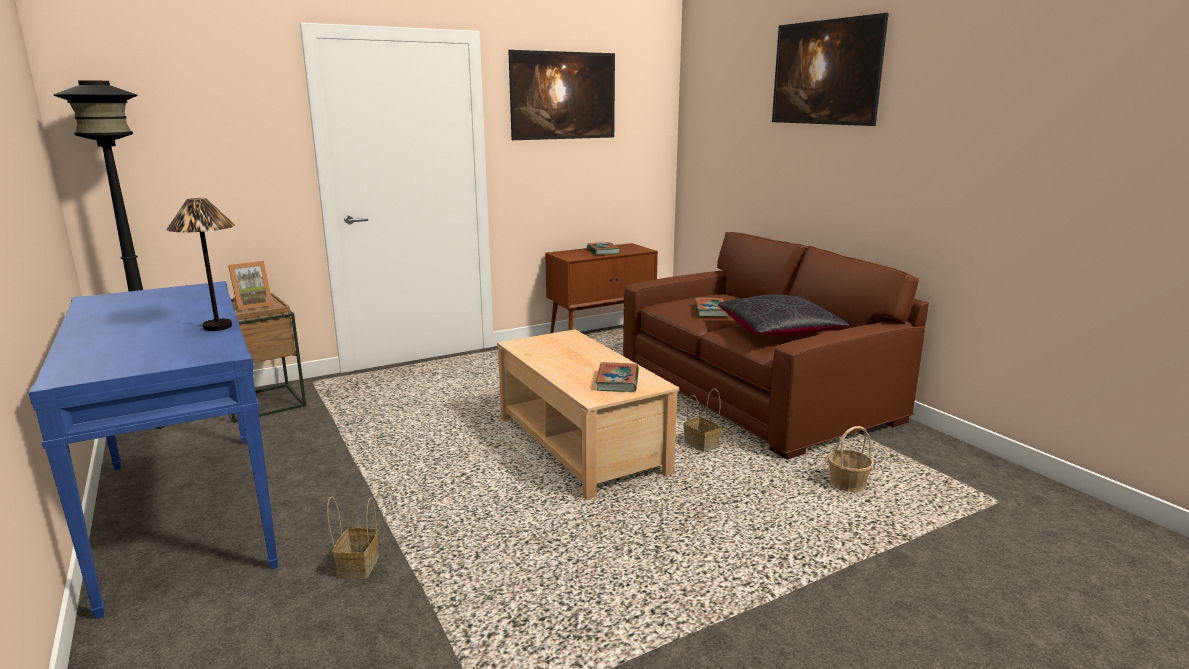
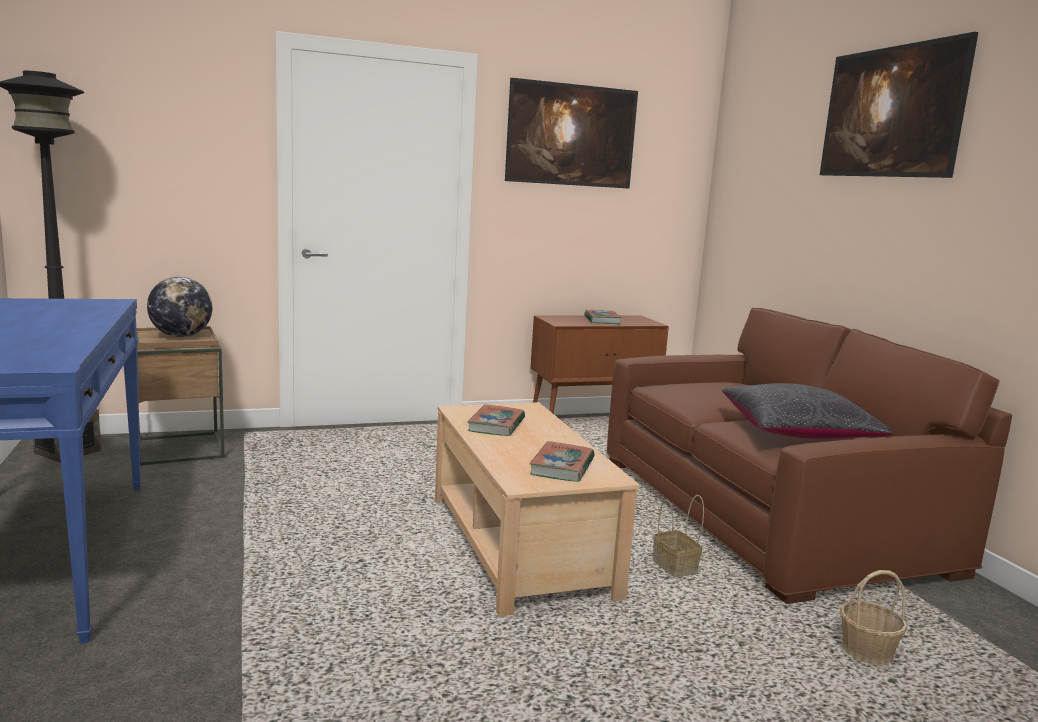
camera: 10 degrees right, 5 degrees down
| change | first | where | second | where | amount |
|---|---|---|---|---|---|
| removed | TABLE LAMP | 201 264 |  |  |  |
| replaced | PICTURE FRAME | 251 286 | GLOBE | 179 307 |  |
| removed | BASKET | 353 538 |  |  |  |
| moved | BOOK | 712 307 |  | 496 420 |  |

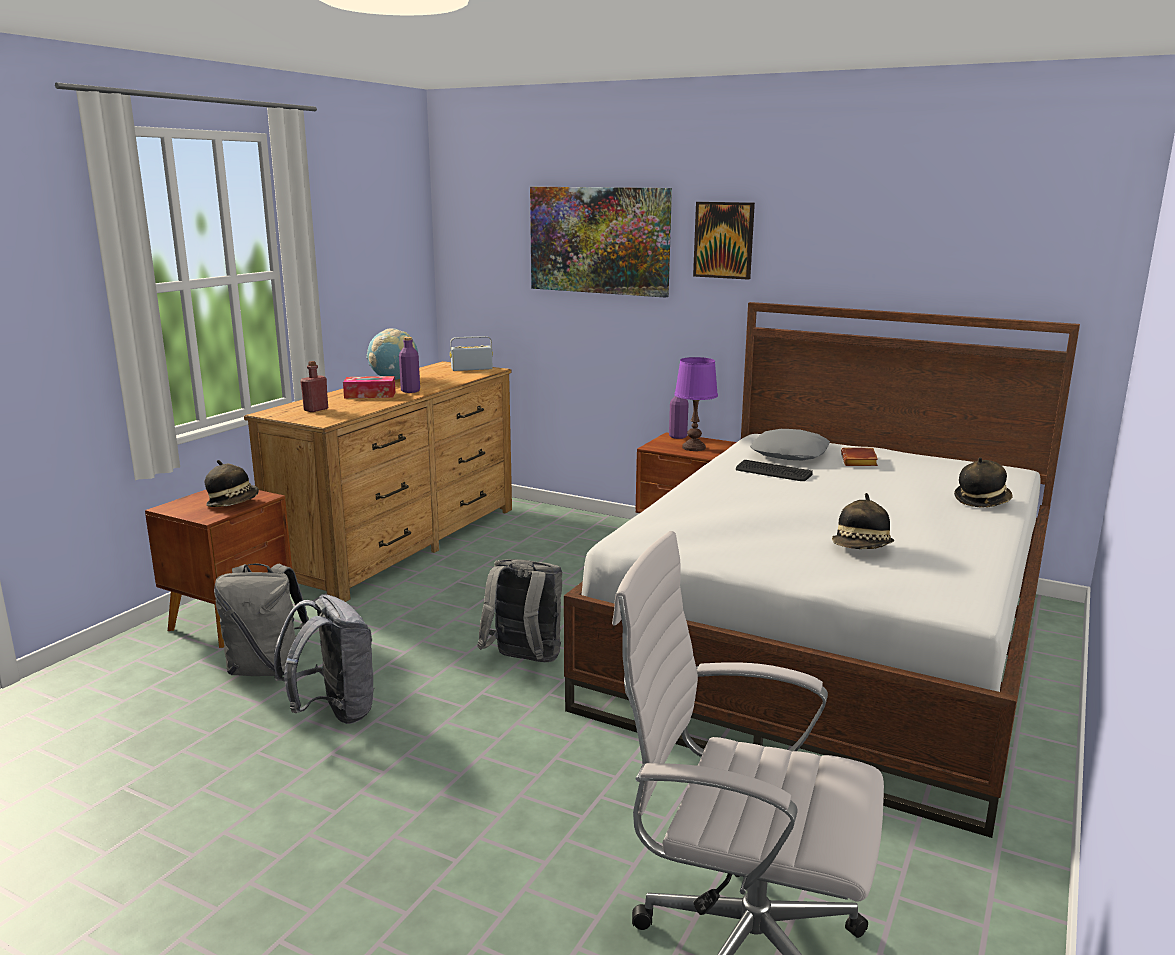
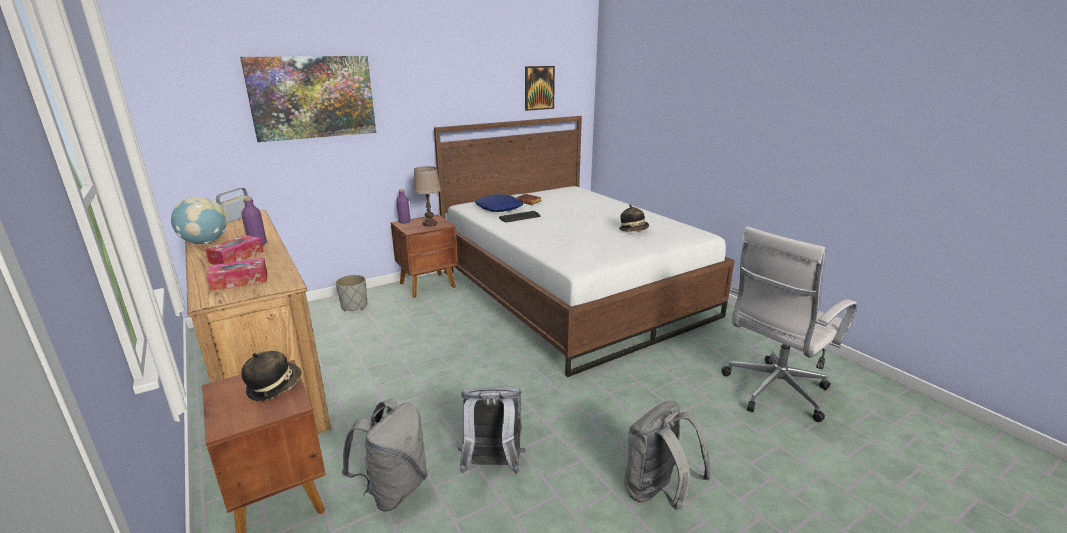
camera: 60 degrees left, 5 degrees up
| change | first | where | second | where | amount |
|---|---|---|---|---|---|
| replaced | RED BOTTLE | 314 386 | TISSUE BOX | 236 274 |  |
| moved | GREY BACKPACK | 519 610 |  | 667 455 |  |
| recoloured | PURPLE TABLE LAMP | 696 404 | BROWN TABLE LAMP | 427 196 |  |
| moved | PICTURE | 724 241 |  | 540 88 |  |
| recoloured | GREY PILLOW | 790 444 | BLUE PILLOW | 499 203 |  |
| removed | HAT | 983 482 |  |  |  |
| added |  |  | GREY PLANTER | 351 293 |  |

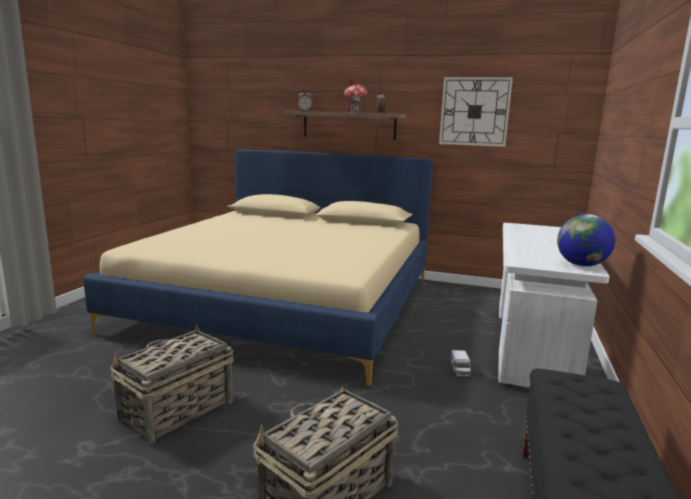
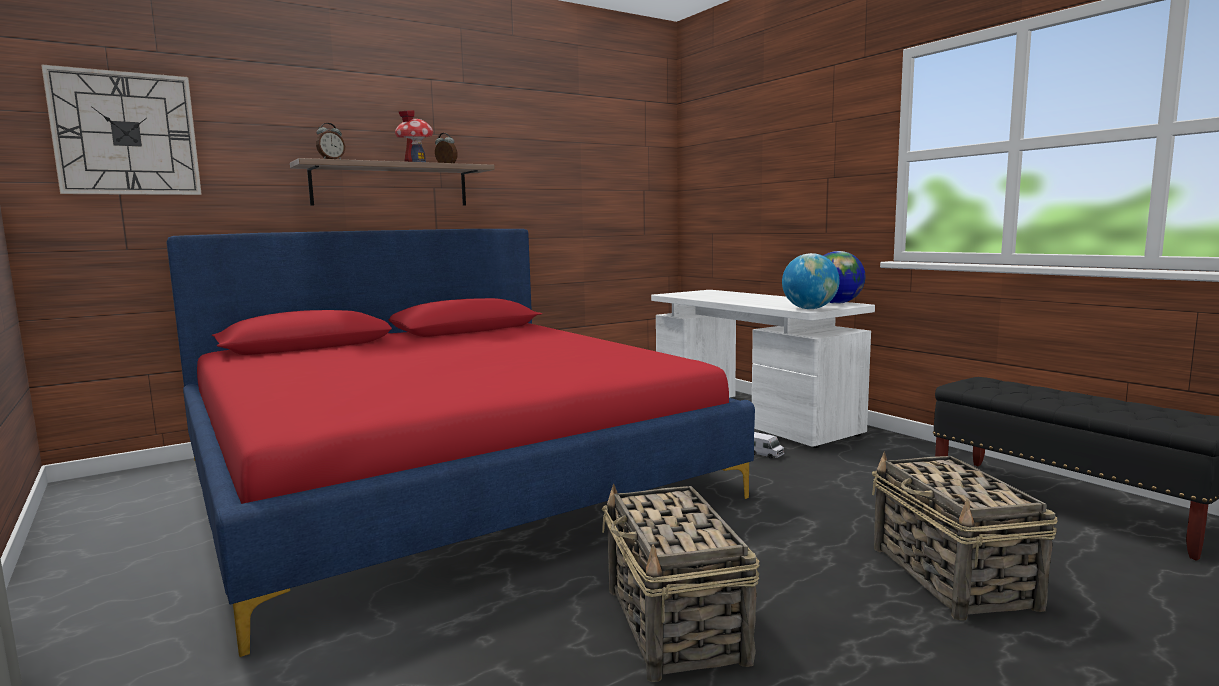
camera: 50 degrees left, 5 degrees down
| change | first | where | second | where | amount |
|---|---|---|---|---|---|
| recoloured | BEIGE BED | 258 267 | RED BED | 460 443 |  |
| moved | WALL CLOCK | 476 112 |  | 121 129 |  |
| added |  |  | GLOBE | 810 281 |  |

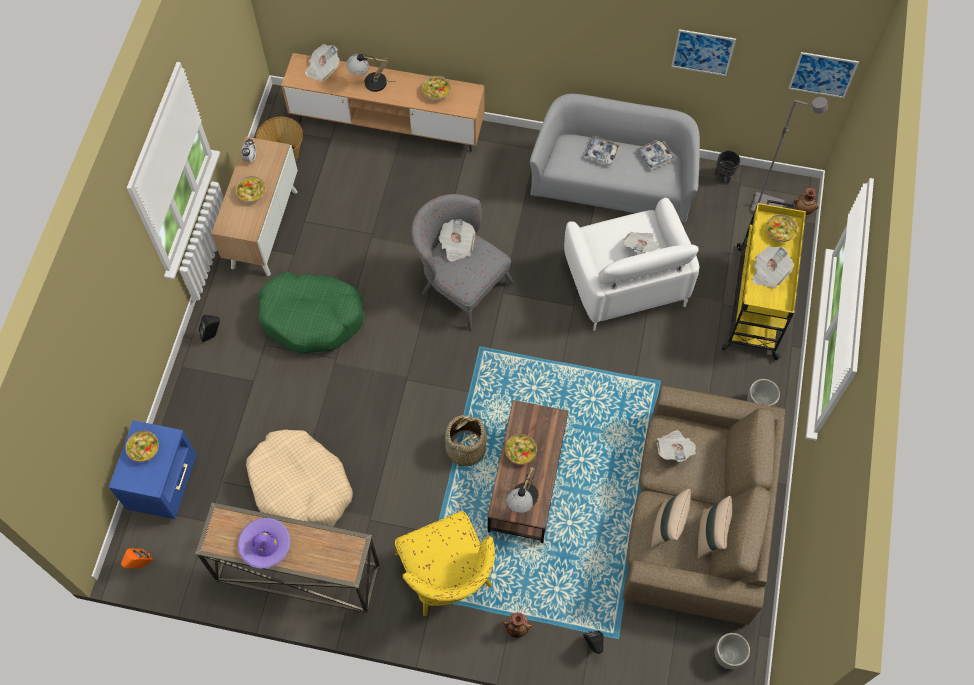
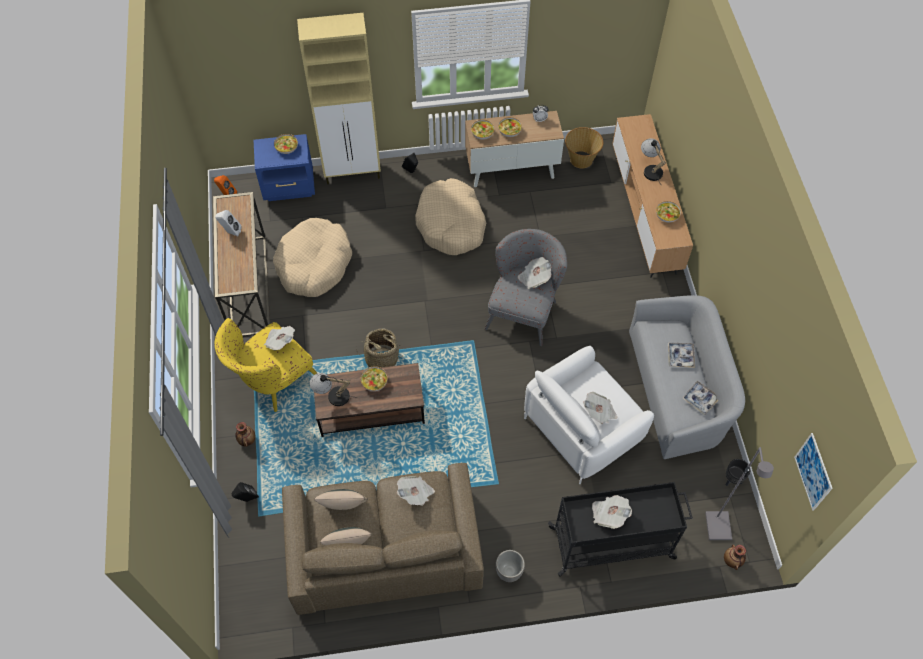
camera: 70 degrees right, 5 degrees down
| change | first | where | second | where | amount |
|---|---|---|---|---|---|
| replaced | PURPLE HAT | 264 543 | WHITE SPEAKER | 228 223 |  |
| recoloured | GREEN DOG BED | 310 312 | BEIGE DOG BED | 450 216 |  |
| moved | NEWSPAPER | 322 63 |  | 279 338 |  |
| removed | PICTURE | 703 52 |  |  |  |
| removed | PLANTER | 732 651 |  |  |  |
| recoloured | YELLOW CART | 764 280 | BLACK CART | 620 529 |  |
| moved | BOWL | 781 228 |  | 483 129 |  |
| added |  |  | BEIGE CABINET | 339 98 |  |

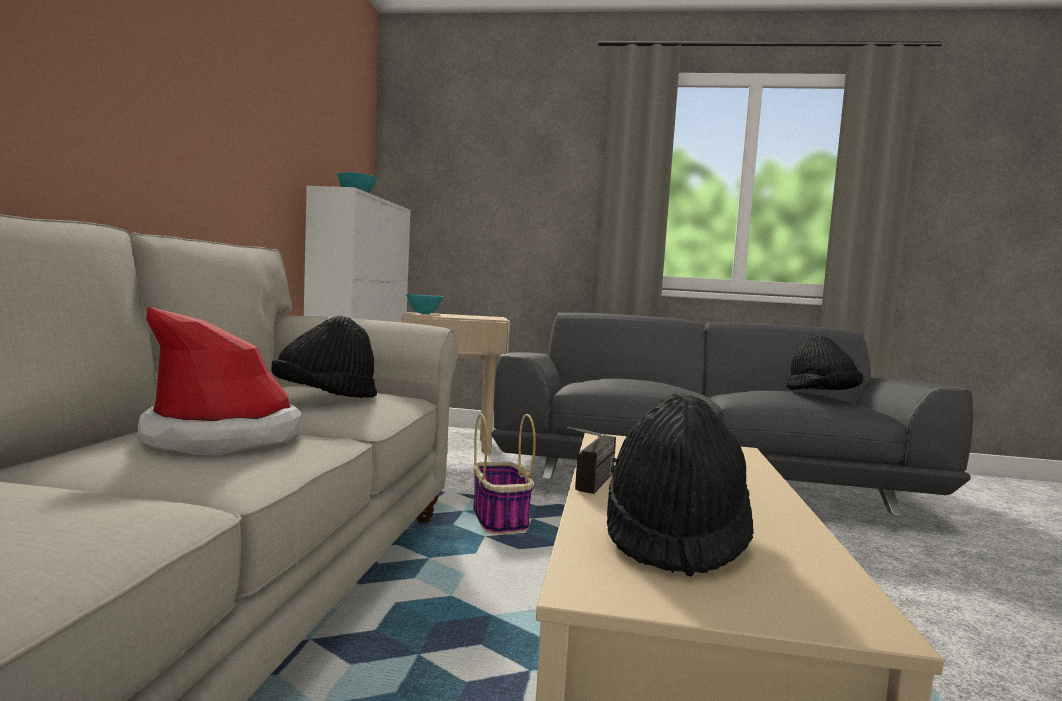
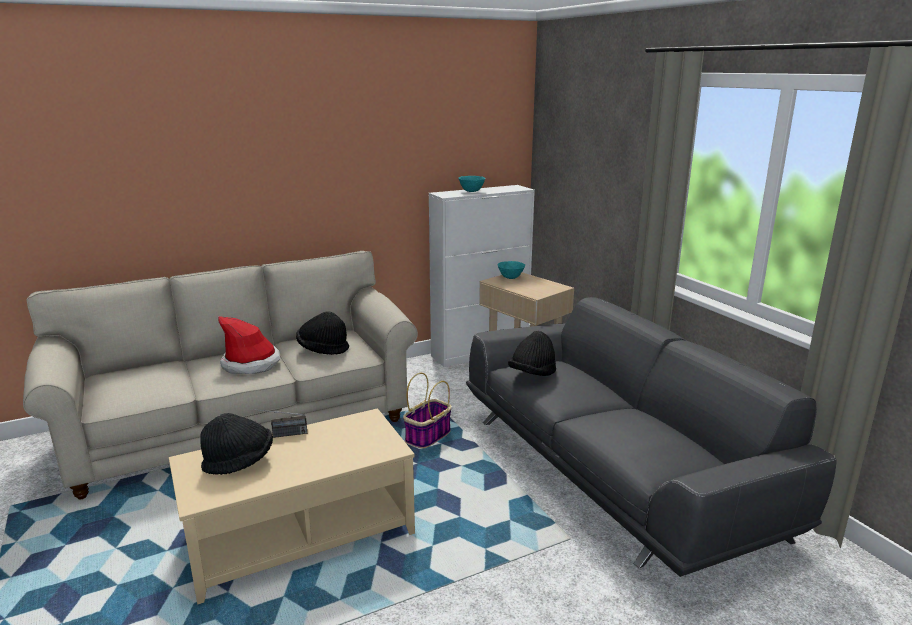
camera: 55 degrees right, 15 degrees up
| change | first | where | second | where | amount |
|---|---|---|---|---|---|
| moved | BLACK HAT | 825 363 |  | 532 353 |  |

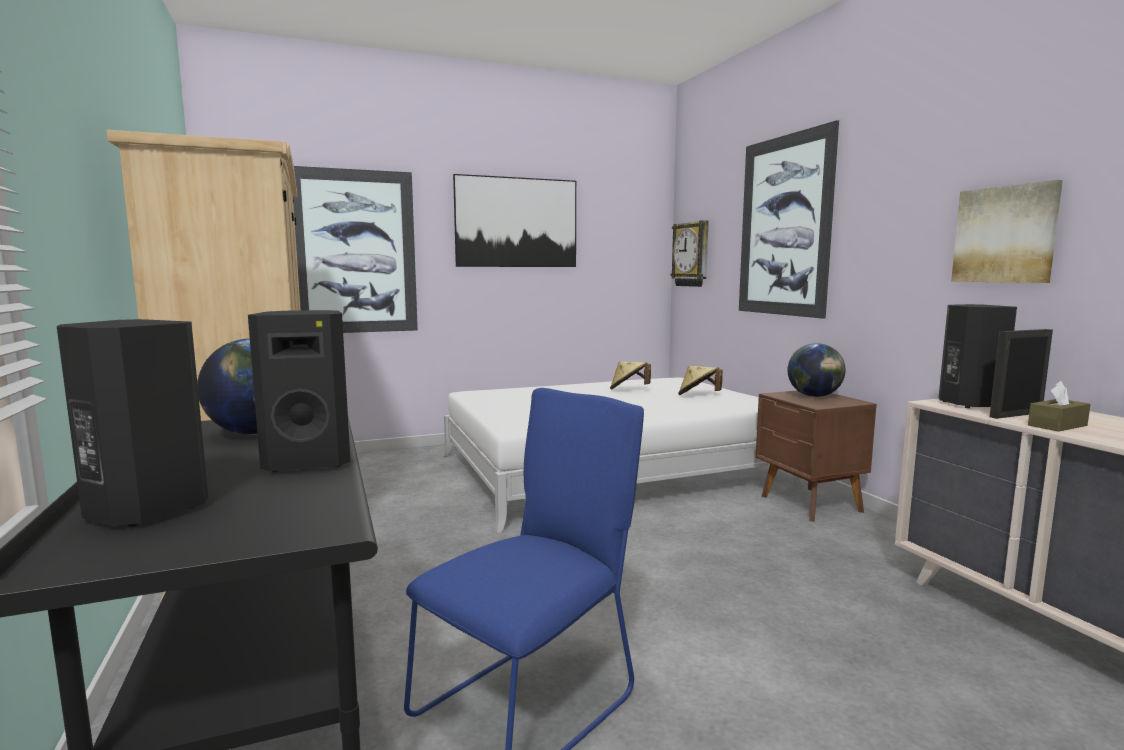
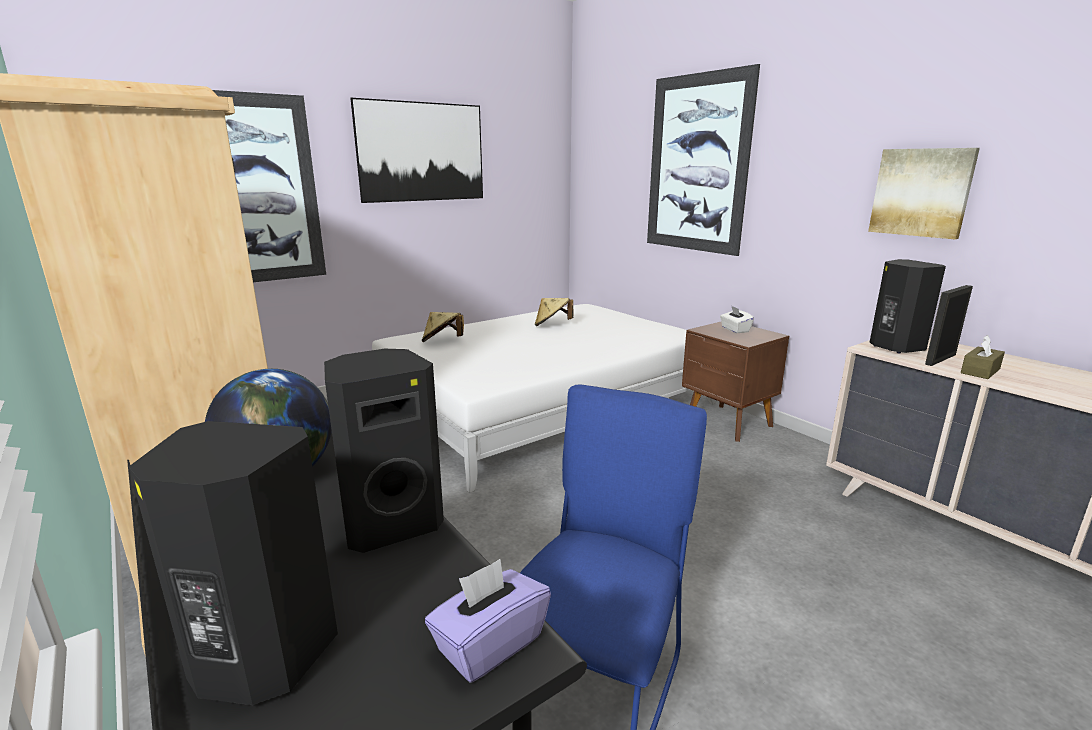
camera: 15 degrees left, 10 degrees up
| change | first | where | second | where | amount |
|---|---|---|---|---|---|
| removed | WALL CLOCK | 690 253 |  |  |  |
| moved | BEIGE HAT | 700 380 |  | 443 327 |  |
| replaced | GLOBE | 817 370 | WHITE TISSUE BOX | 737 319 |  |
| added |  |  | PURPLE TISSUE BOX | 488 621 |  |

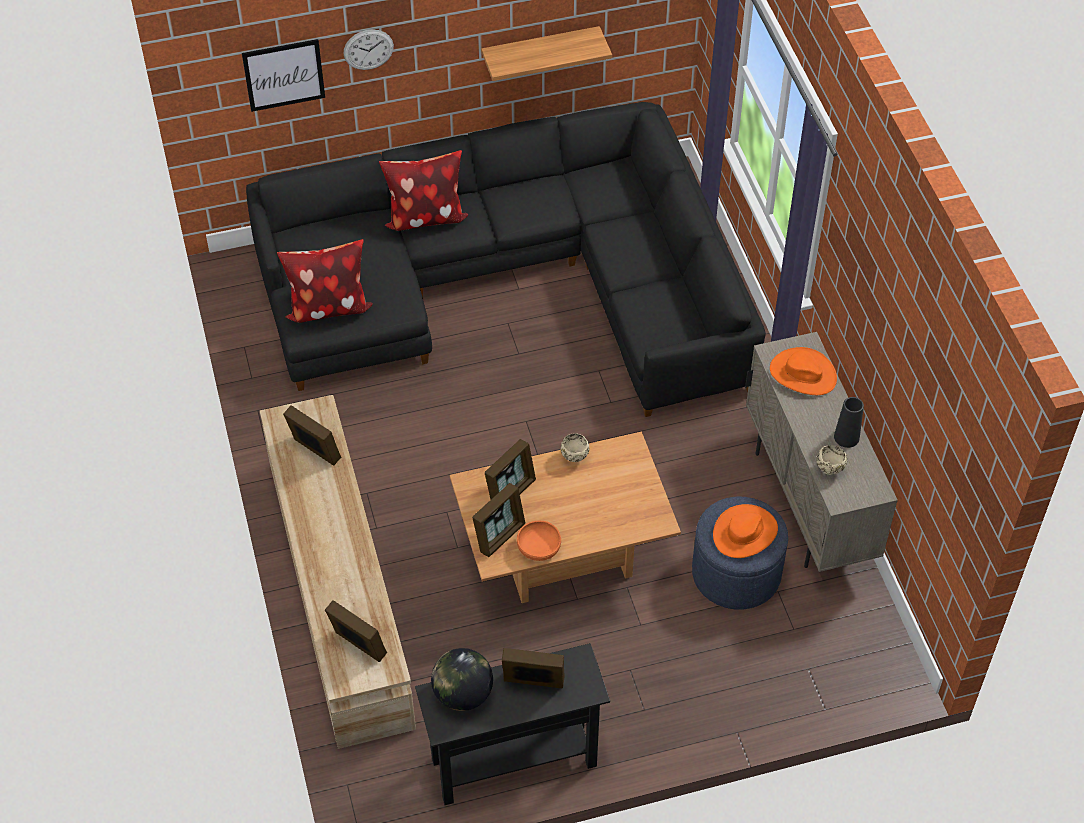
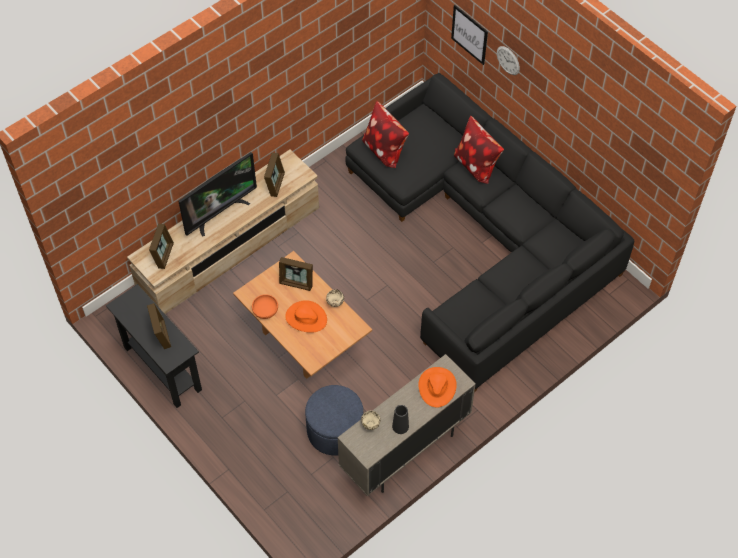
camera: 65 degrees right, 5 degrees up
| change | first | where | second | where | amount |
|---|---|---|---|---|---|
| removed | GLOBE | 462 679 |  |  |  |
| removed | PICTURE FRAME | 498 520 |  |  |  |
| removed | SHELF | 546 53 |  |  |  |
| moved | ORANGE HAT | 745 531 |  | 306 316 |  |
| added |  |  | TELEVISION | 217 194 |  |

